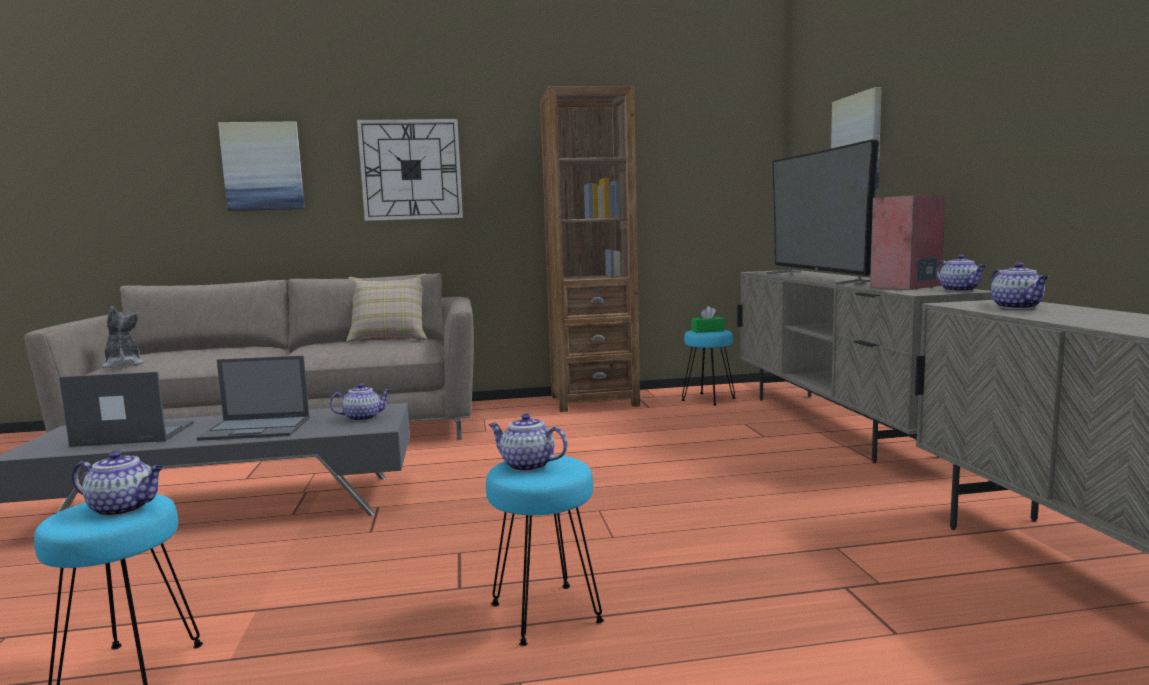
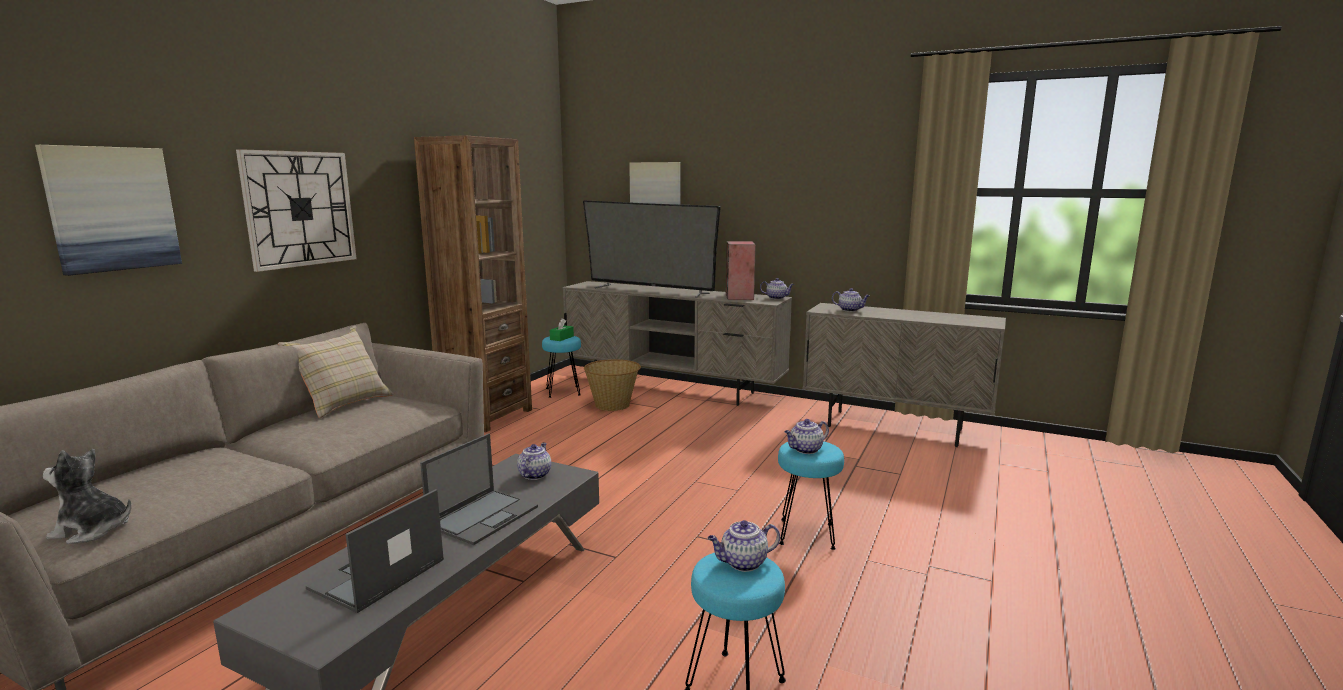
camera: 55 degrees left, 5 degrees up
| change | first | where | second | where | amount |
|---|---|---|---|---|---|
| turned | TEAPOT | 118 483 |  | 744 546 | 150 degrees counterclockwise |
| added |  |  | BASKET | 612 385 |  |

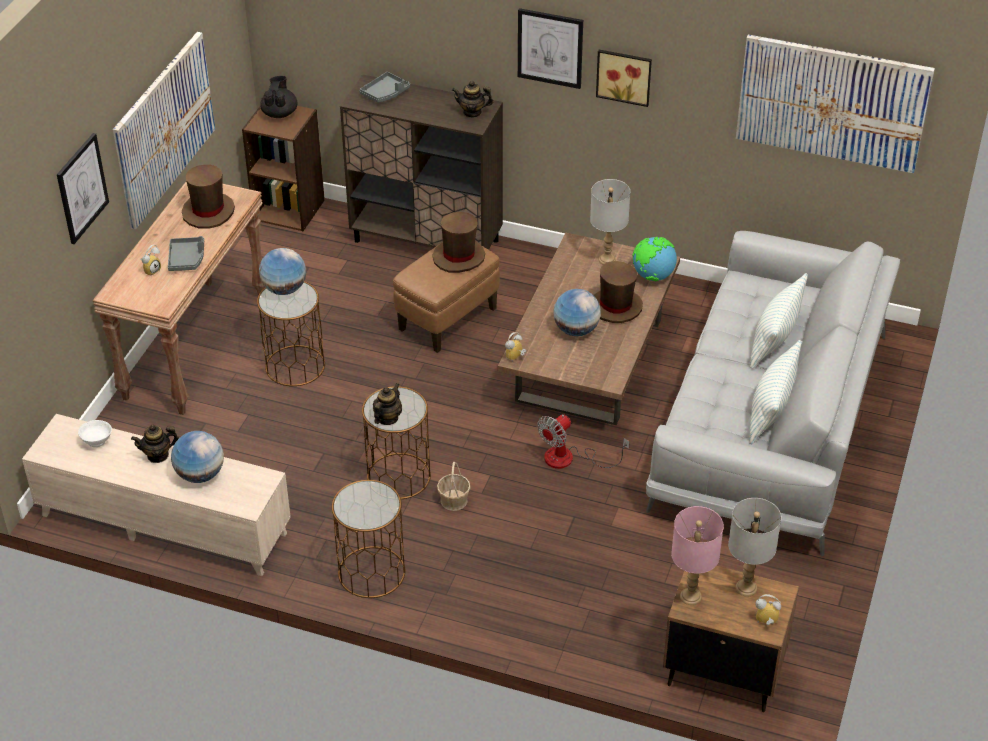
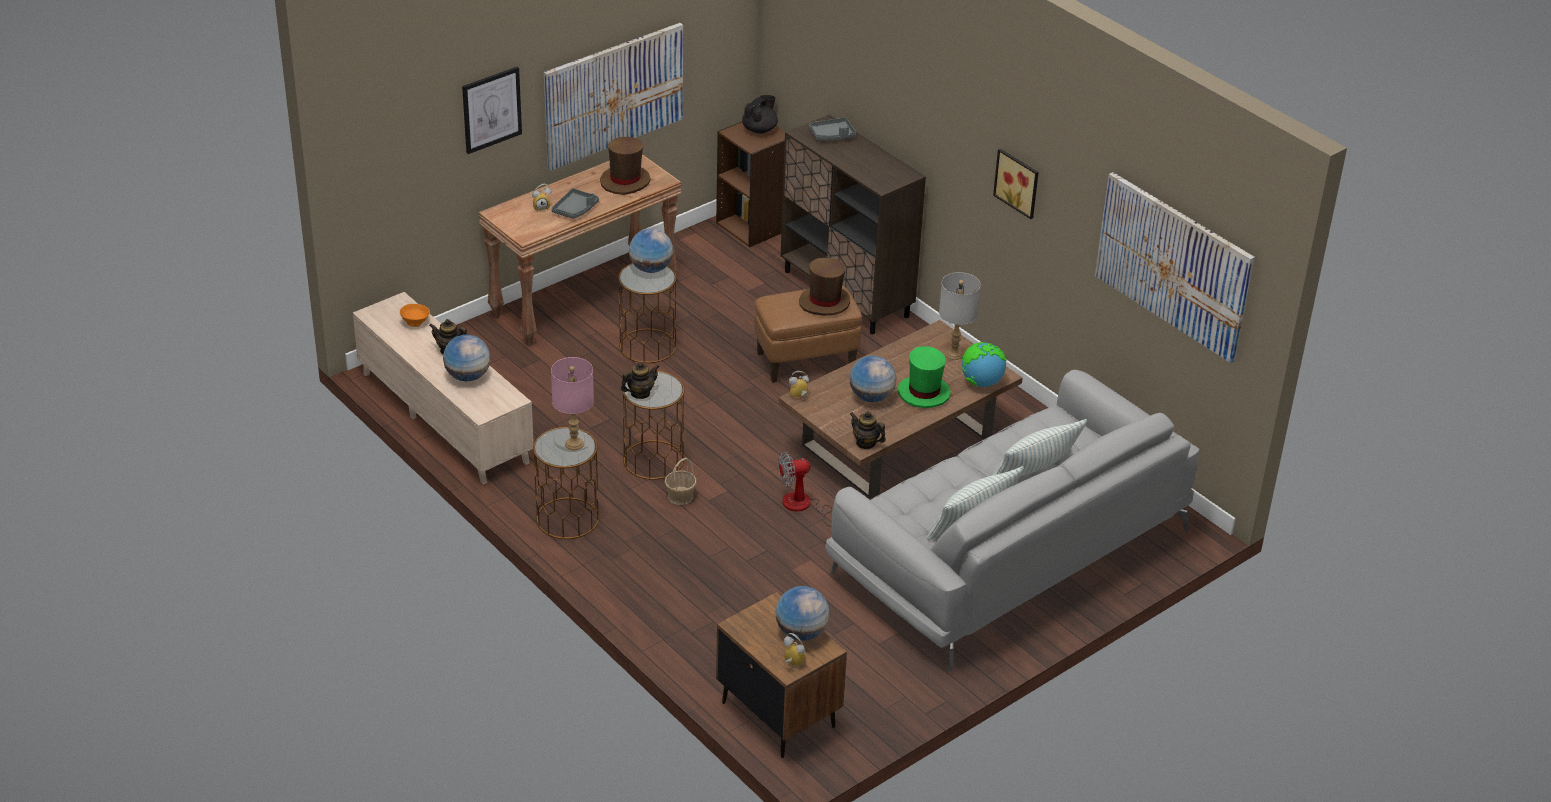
camera: 30 degrees right, 5 degrees down
| change | first | where | second | where | amount |
|---|---|---|---|---|---|
| recoloured | WHITE BOWL | 95 433 | ORANGE BOWL | 415 315 |  |
| moved | TEAPOT | 472 99 |  | 868 430 |  |
| removed | PICTURE | 550 48 |  |  |  |
| recoloured | BROWN HAT | 618 292 | GREEN HAT | 924 377 |  |
| moved | PINK TABLE LAMP | 697 555 |  | 572 403 |  |
| replaced | GREY TABLE LAMP | 754 547 | GLOBE | 803 613 |  |

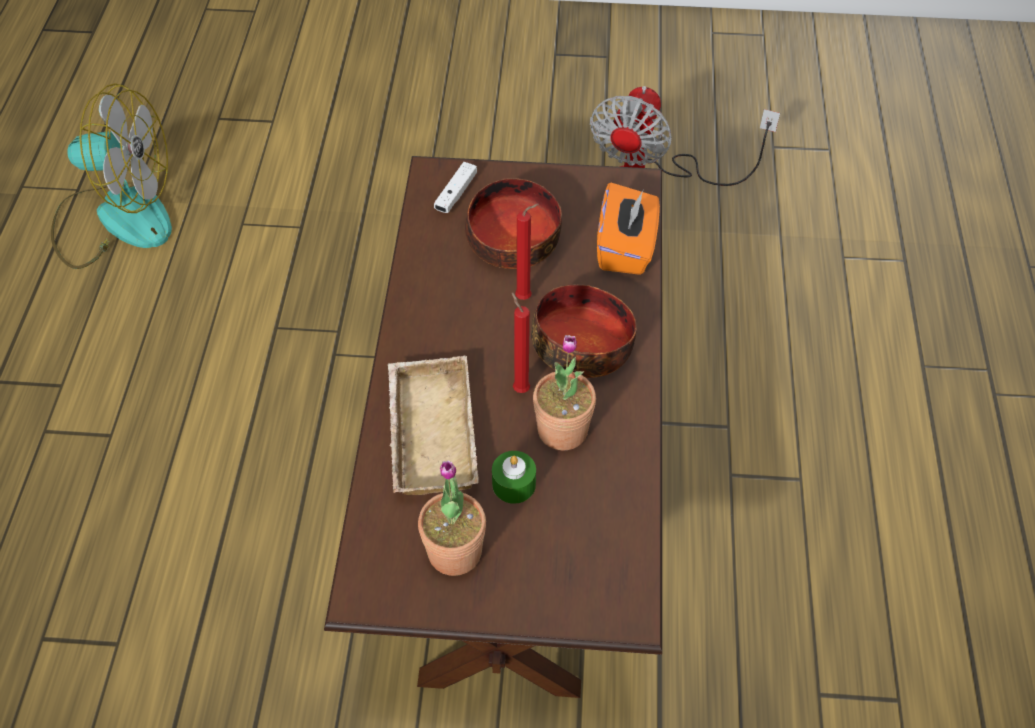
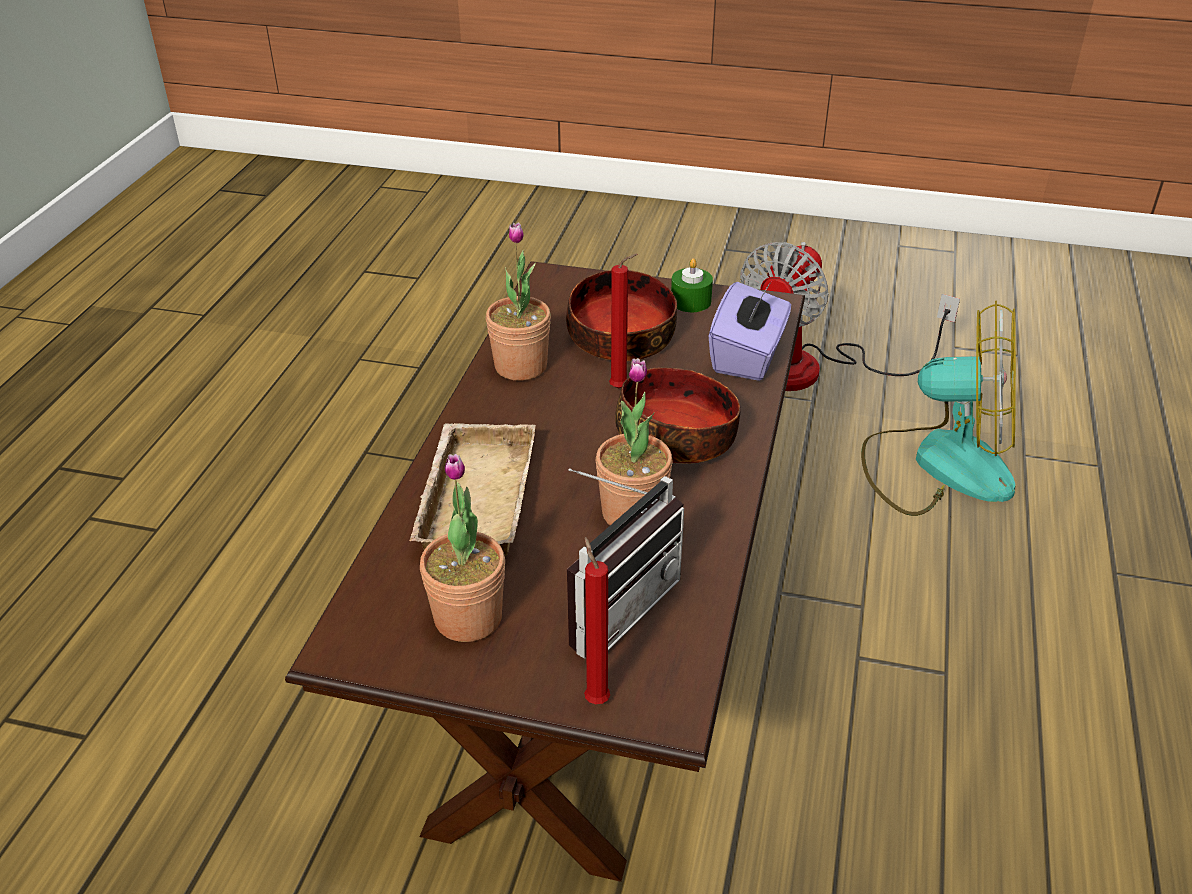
camera: 10 degrees right, 15 degrees down
| change | first | where | second | where | amount |
|---|---|---|---|---|---|
| moved | FAN | 111 176 |  | 938 408 |  |
| removed | WHITE GAME CONTROLLER | 455 187 |  |  |  |
| moved | GREEN CANDLE | 514 477 |  | 692 285 |  |
| moved | RED CANDLE | 521 342 |  | 597 620 |  |
| recoloured | ORANGE TISSUE BOX | 628 229 | PURPLE TISSUE BOX | 750 331 |  |
| added |  |  | POTTED PLANT | 518 301 |  |
| added |  |  | RADIO | 625 563 |  |

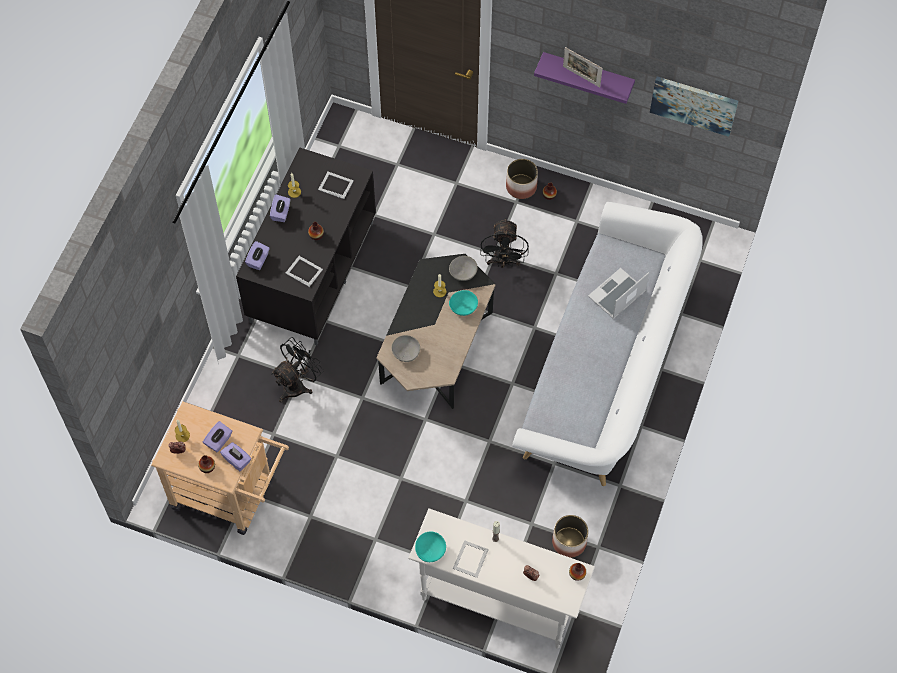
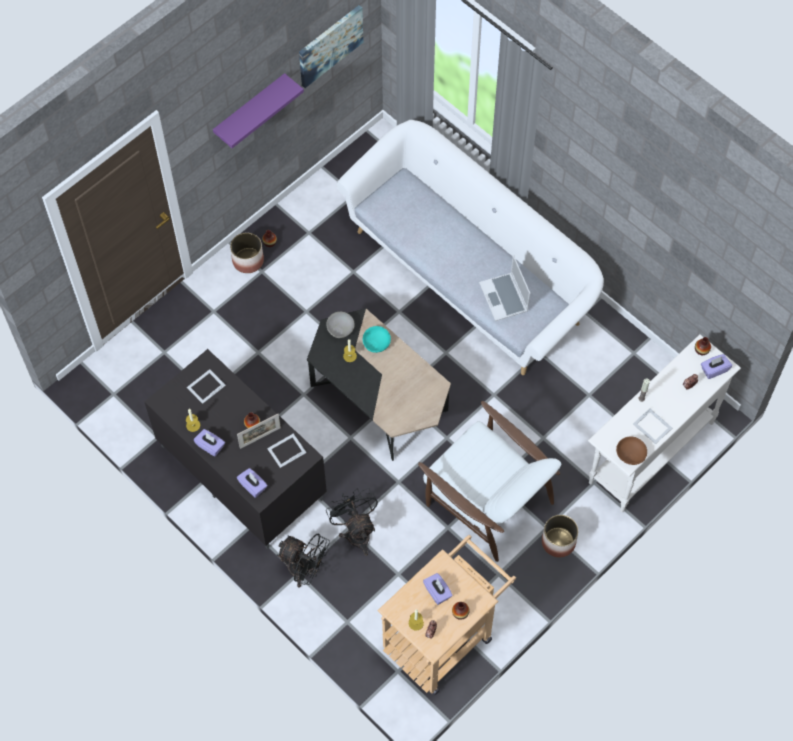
camera: 65 degrees left, 0 degrees up
| change | first | where | second | where | amount |
|---|---|---|---|---|---|
| moved | PURPLE TISSUE BOX | 236 456 |  | 716 366 |  |
| removed | GREY BOWL | 405 348 |  |  |  |
| recoloured | TURQUOISE BOWL | 430 546 | BROWN BOWL | 631 451 |  |
| moved | BLACK FAN | 504 243 |  | 303 561 |  |
| moved | PLANTER | 570 536 |  | 560 536 |  |
| moved | PICTURE FRAME | 583 67 |  | 259 431 |  |
| moved | LAPTOP | 618 293 |  | 504 288 |  |
| added |  |  | WHITE ARMCHAIR | 489 481 |  |

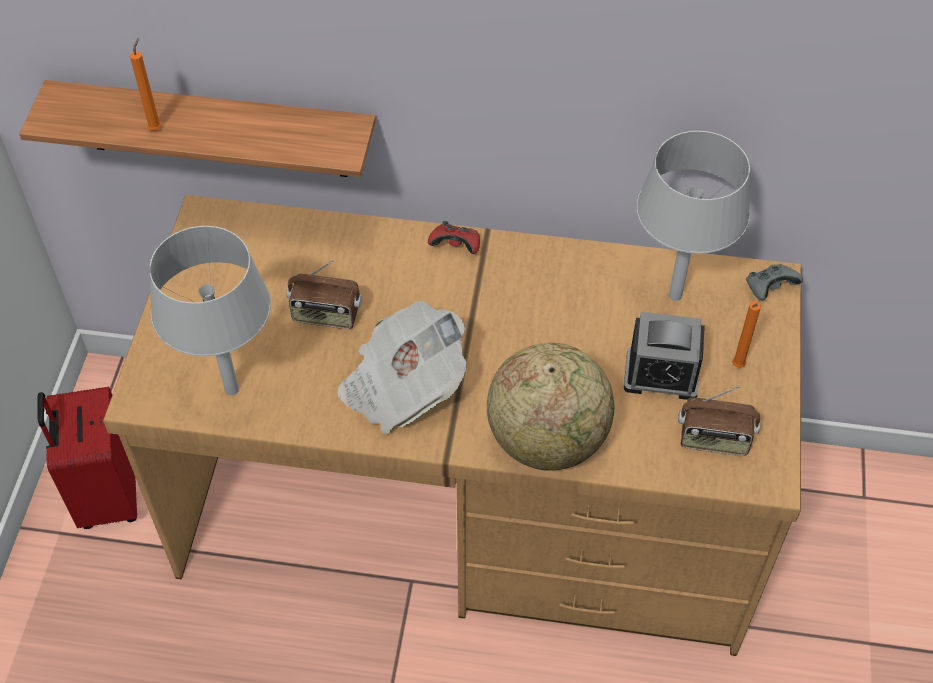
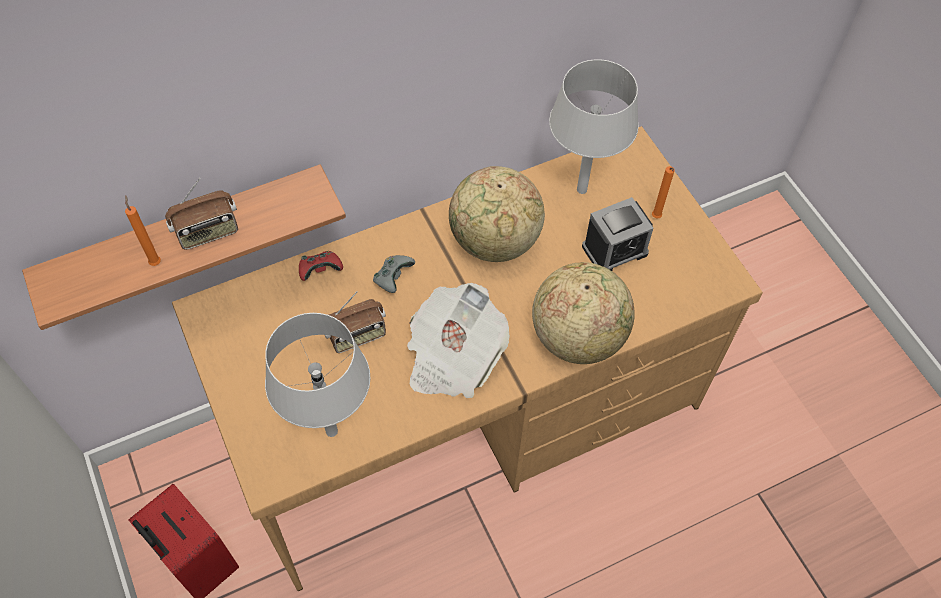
camera: 35 degrees left, 5 degrees up
| change | first | where | second | where | amount |
|---|---|---|---|---|---|
| moved | RED GAME CONTROLLER | 454 237 |  | 321 266 |  |
| moved | RADIO | 719 421 |  | 201 214 |  |
| moved | GREY GAME CONTROLLER | 774 282 |  | 394 274 |  |
| added |  |  | GLOBE | 497 214 |  |

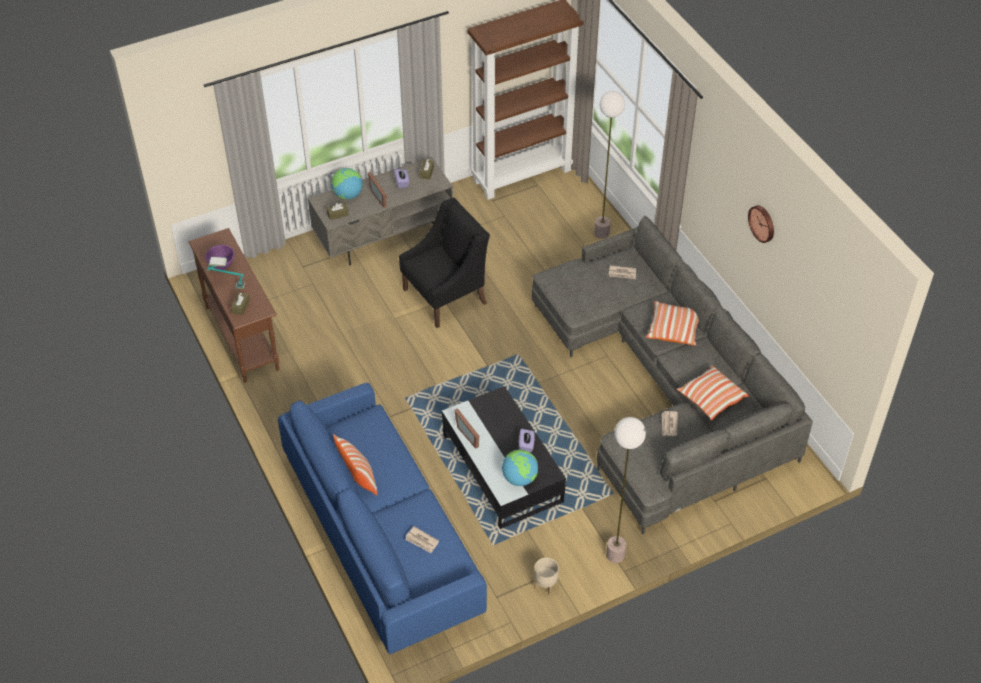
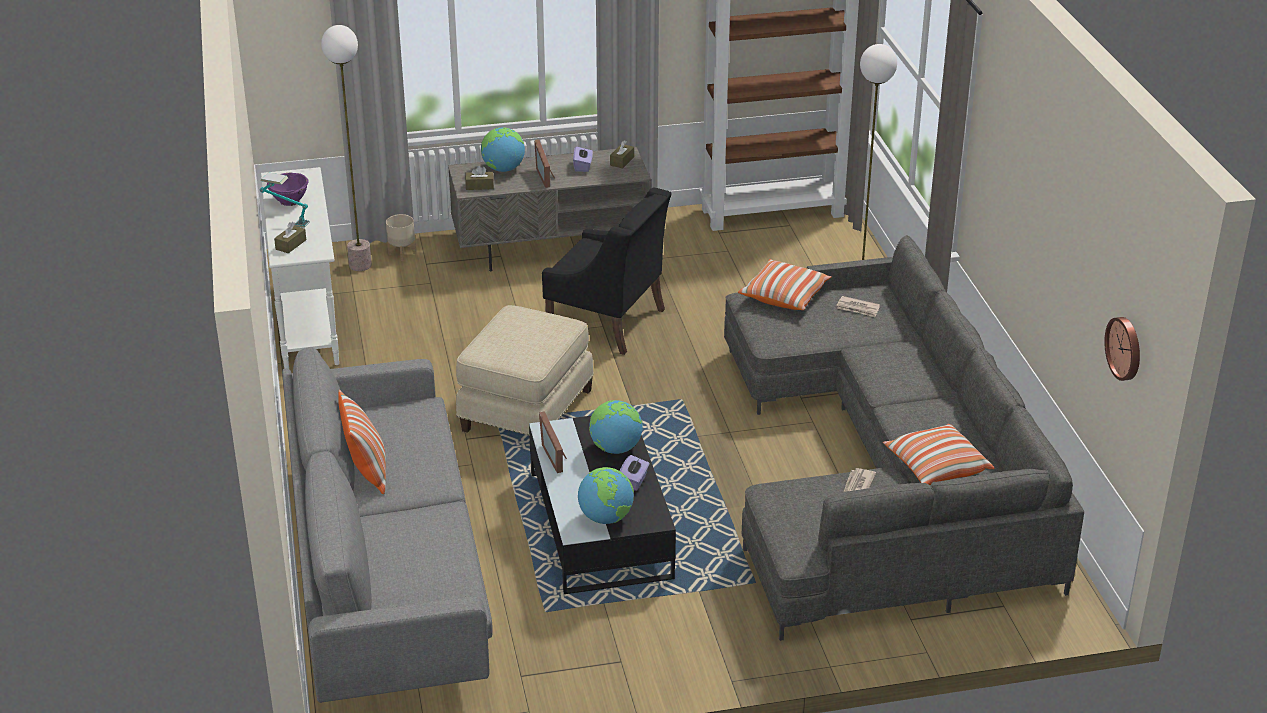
camera: 15 degrees right, 15 degrees down
| change | first | where | second | where | amount |
|---|---|---|---|---|---|
| recoloured | BROWN CONSOLE TABLE | 233 305 | WHITE CONSOLE TABLE | 300 268 |  |
| recoloured | BLUE SOFA | 382 518 | GREY SOFA | 387 525 |  |
| turned | BLACK ARMCHAIR | 444 262 |  | 607 271 | 45 degrees clockwise |
| removed | NEWSPAPER | 422 539 |  |  |  |
| moved | BEIGE PLANTER | 546 576 |  | 401 237 |  |
| moved | FLOOR LAMP | 626 490 |  | 346 148 |  |
| moved | PILLOW | 672 323 |  | 785 284 |  |
| moved | WALL CLOCK | 761 224 |  | 1122 349 |  |
| added |  |  | BEIGE OTTOMAN | 525 370 |  |
| added |  |  | GLOBE | 615 427 |  |

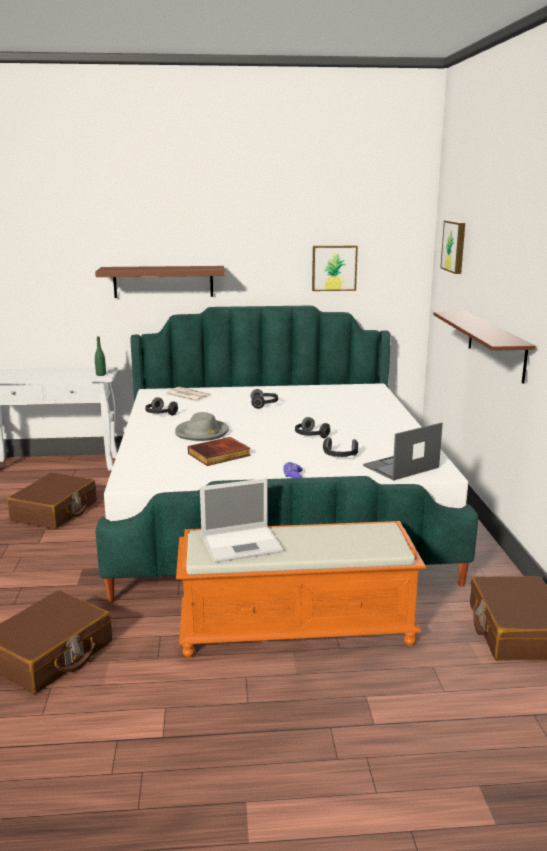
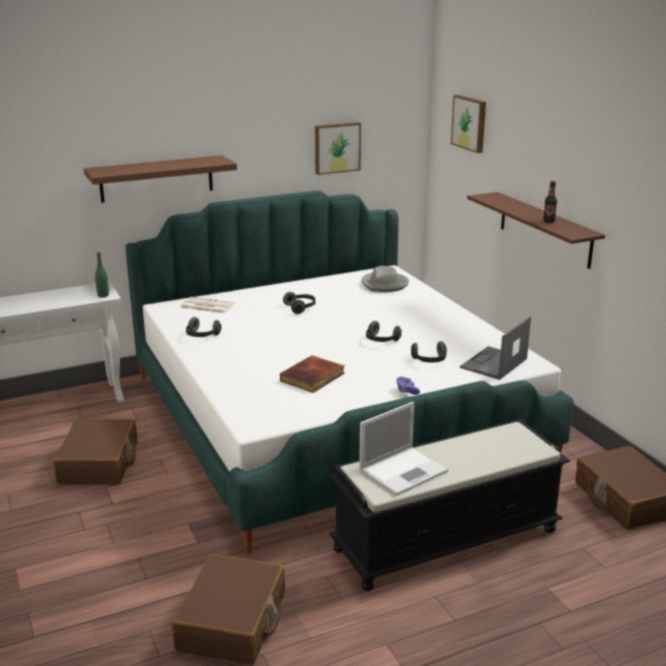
camera: 20 degrees left, 5 degrees up
| change | first | where | second | where | amount |
|---|---|---|---|---|---|
| moved | GREY HAT | 202 426 |  | 385 279 |  |
| recoloured | ORANGE BENCH | 301 589 | BLACK BENCH | 449 505 |  |
| added |  |  | BOTTLE | 550 202 |  |

